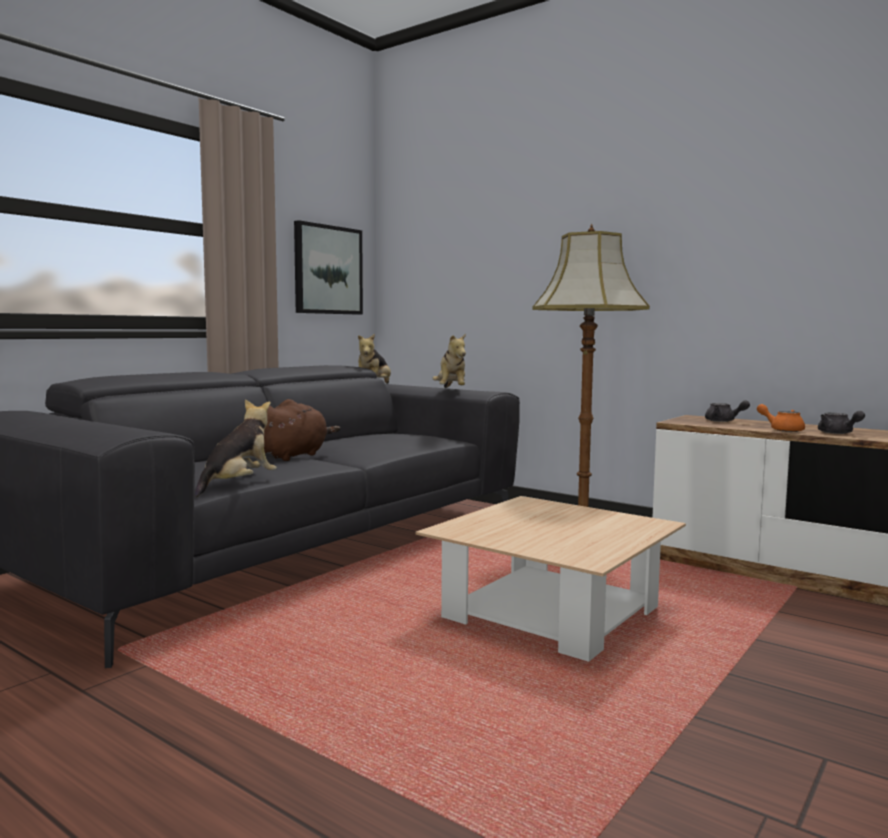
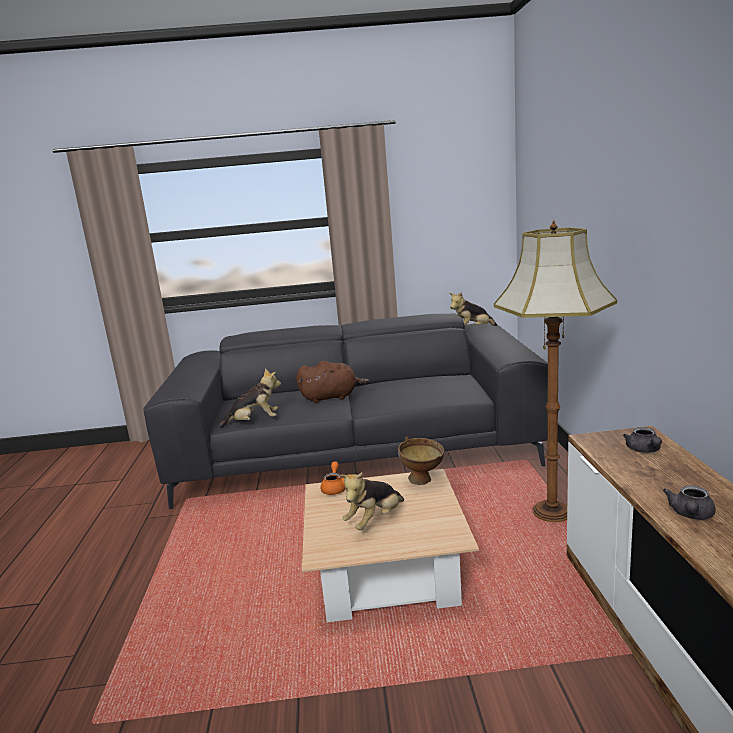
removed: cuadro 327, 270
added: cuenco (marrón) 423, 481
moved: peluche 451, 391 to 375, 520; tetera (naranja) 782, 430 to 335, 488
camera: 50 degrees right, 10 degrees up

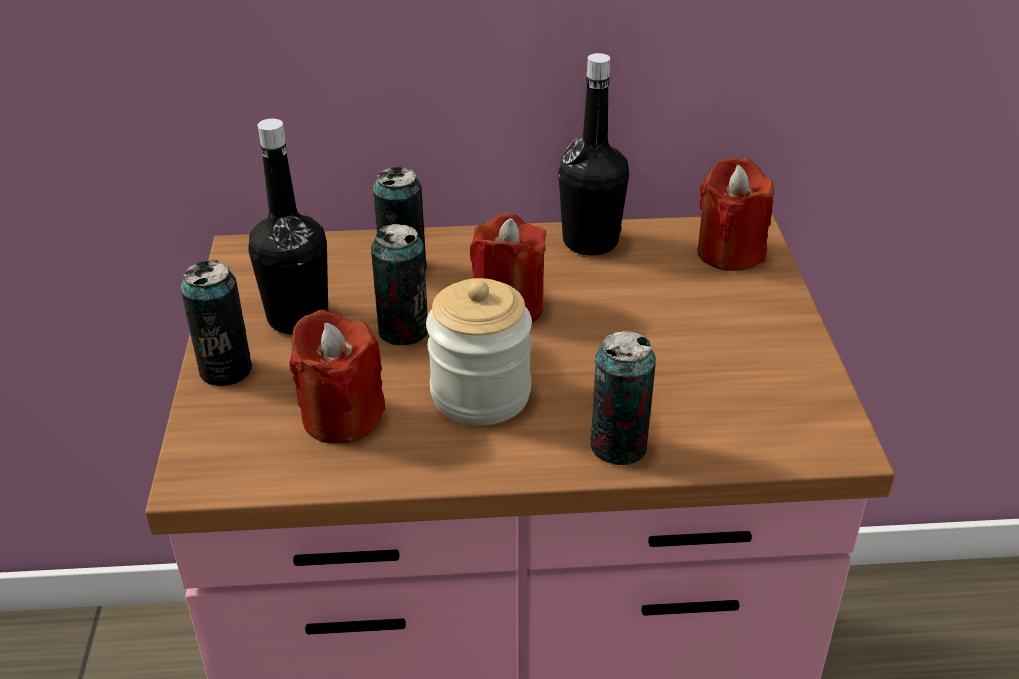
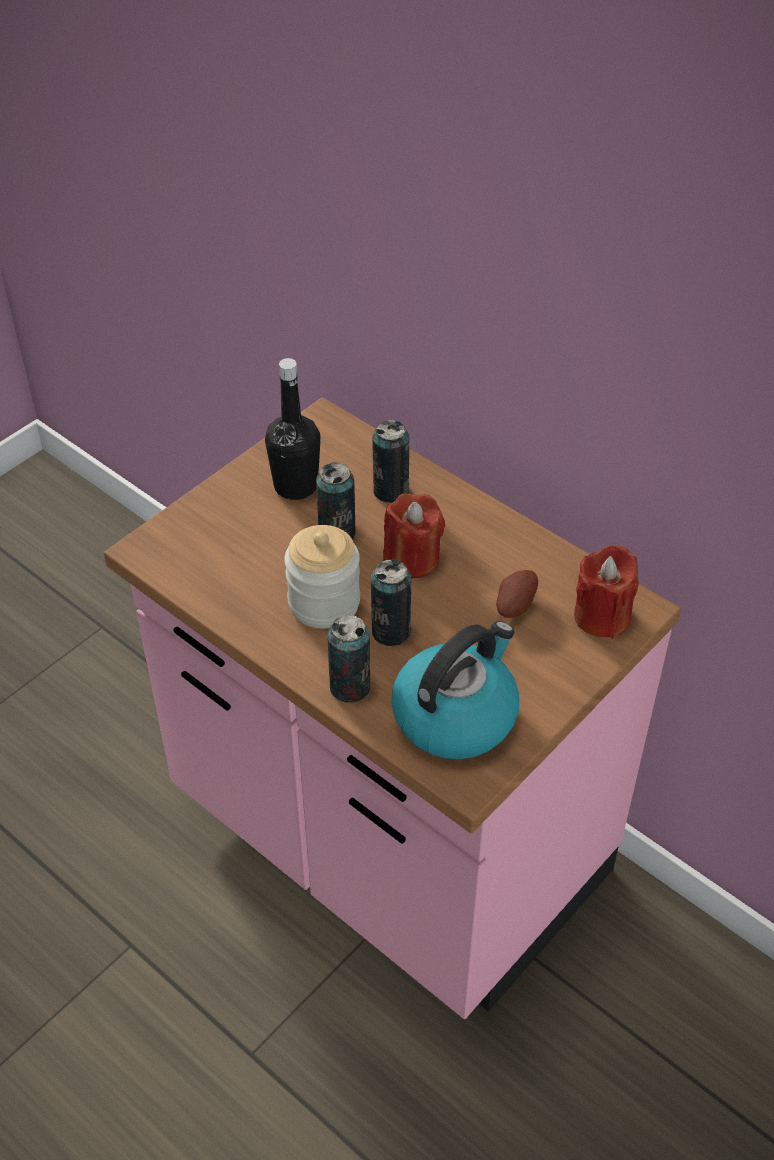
removed: vela (rojo) 342, 417; botella (negro) 590, 242
added: hervidor 455, 715; patata 514, 605
moved: lata 225, 370 to 391, 631
camera: 45 degrees right, 10 degrees up

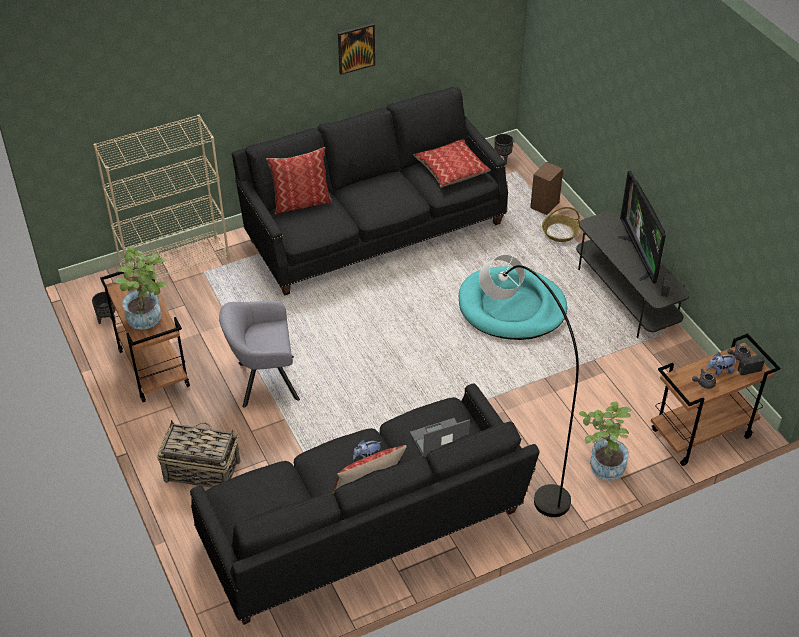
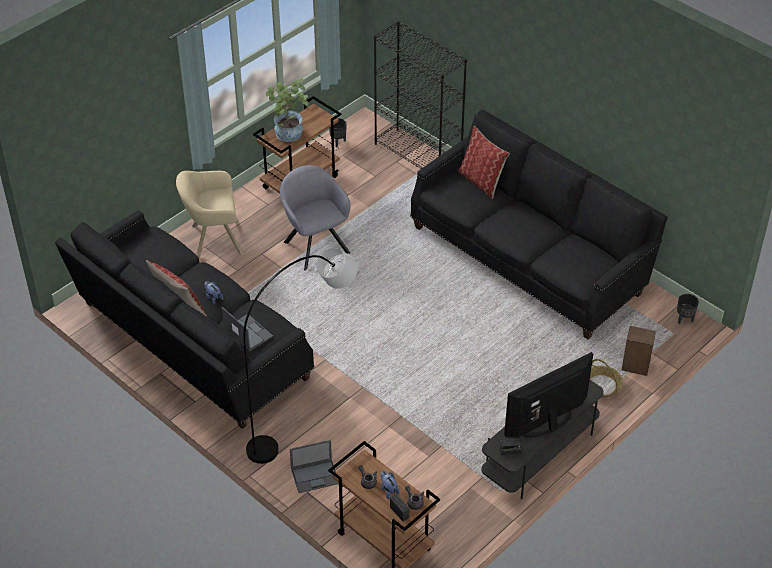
removed: cuadro 356, 48; cojín 451, 169; cama para perro (turquesa) 511, 307
replaced: cesta 201, 470 to sillón (beis) 213, 240; planta en maceta 601, 465 to portátil 315, 476
recoloured: estantería (beis) 175, 263 to estantería (negro) 418, 156
camera: 70 degrees right, 0 degrees up

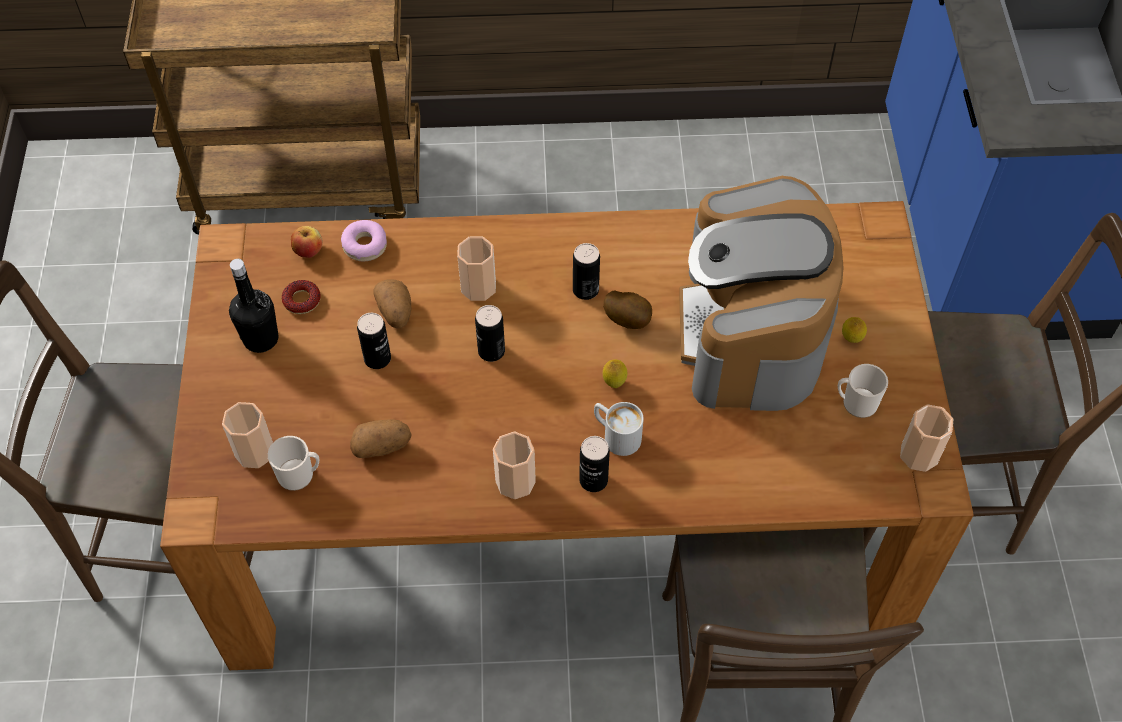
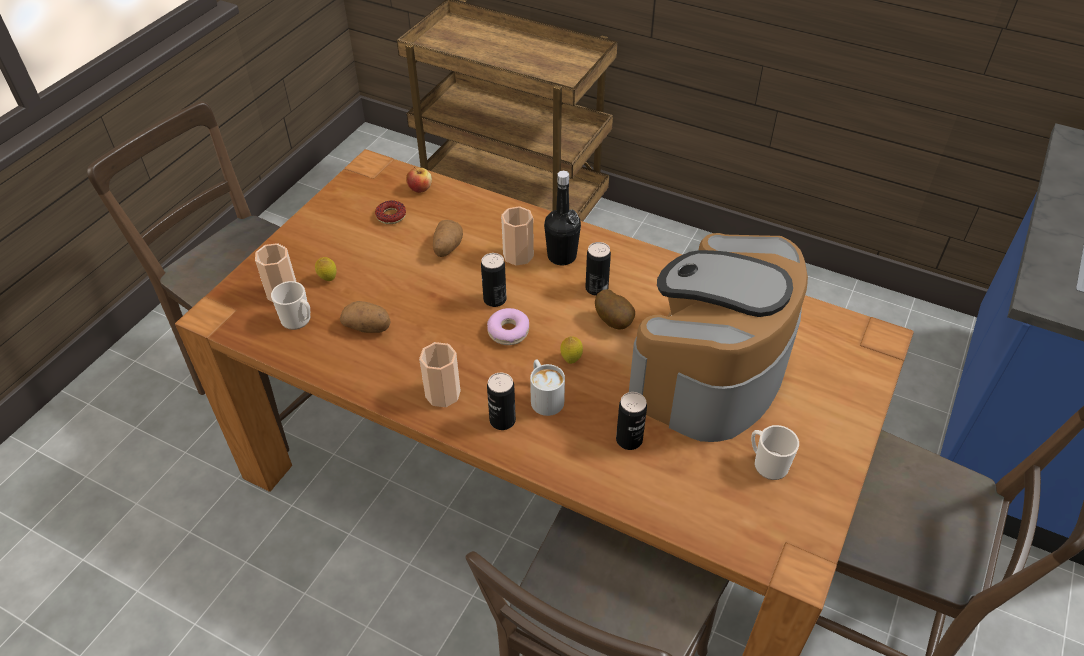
removed: taza 919, 454
moved: botella (negro) 261, 339 to 562, 256; rosquilla 365, 245 to 508, 331; lata 377, 358 to 629, 440; limón 851, 339 to 328, 279
camera: 30 degrees right, 10 degrees down

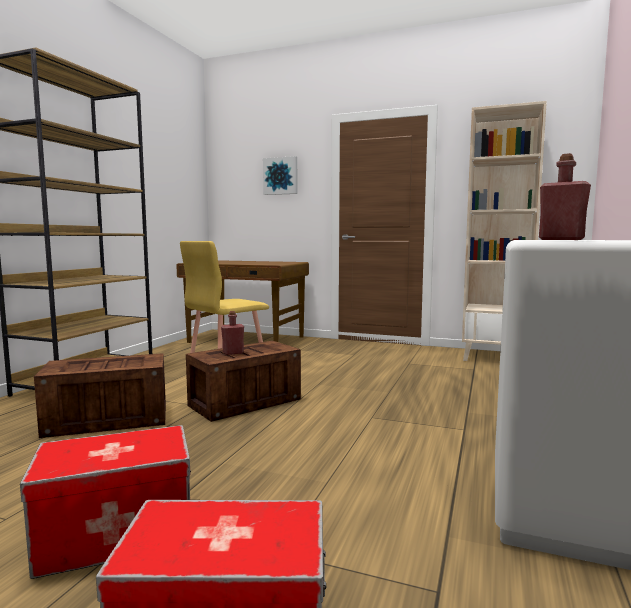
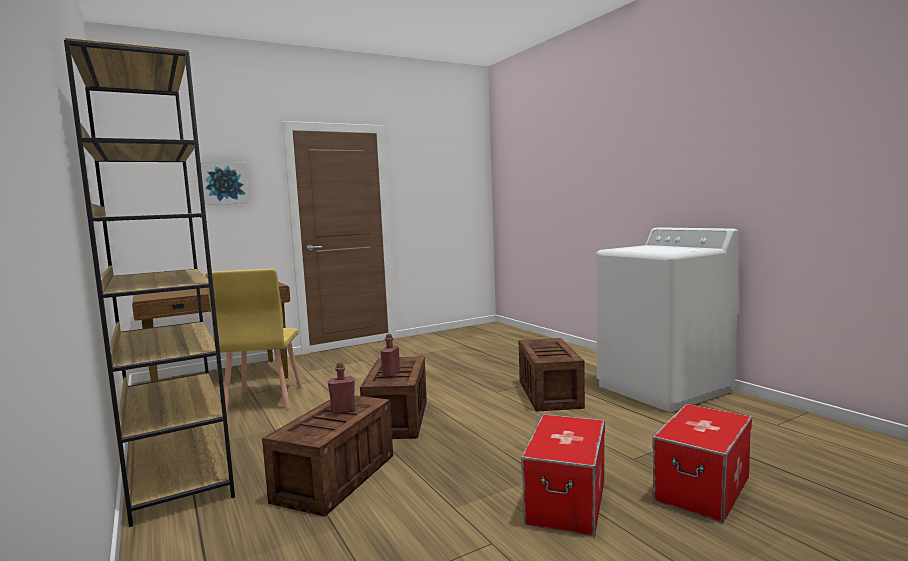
removed: estantería (beis) 495, 357
added: caja de embalaje 548, 393
moved: botella (rojo) 561, 240 to 343, 410
camera: 50 degrees left, 0 degrees up

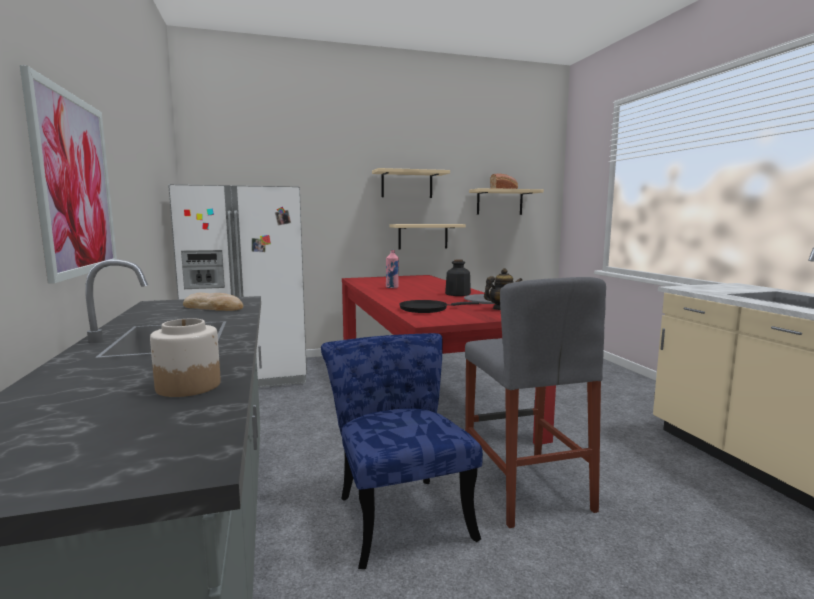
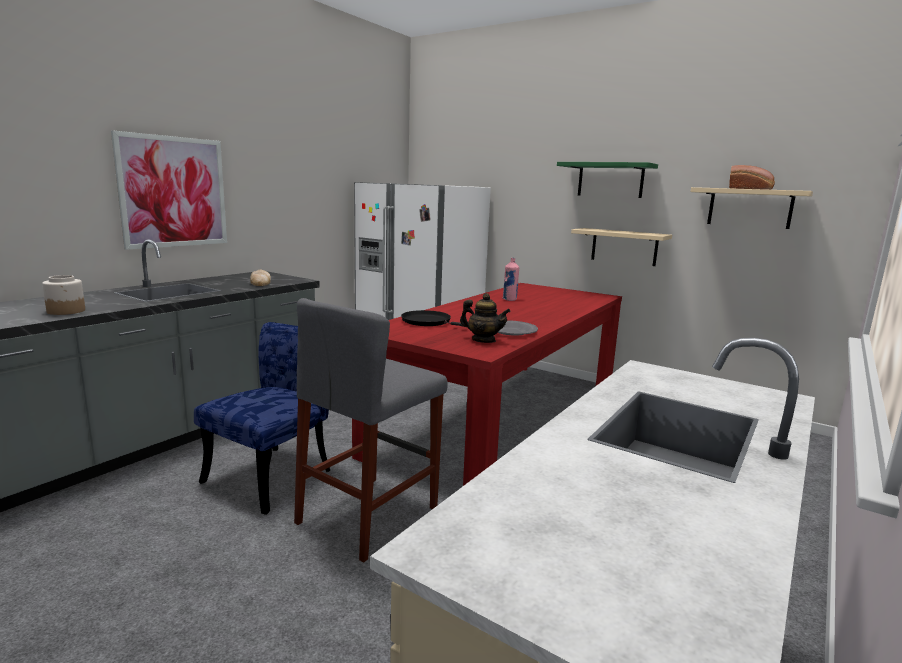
removed: botella 457, 294
recoloured: estante (beis) 407, 184 to estante (verde) 610, 180
camera: 50 degrees right, 5 degrees up

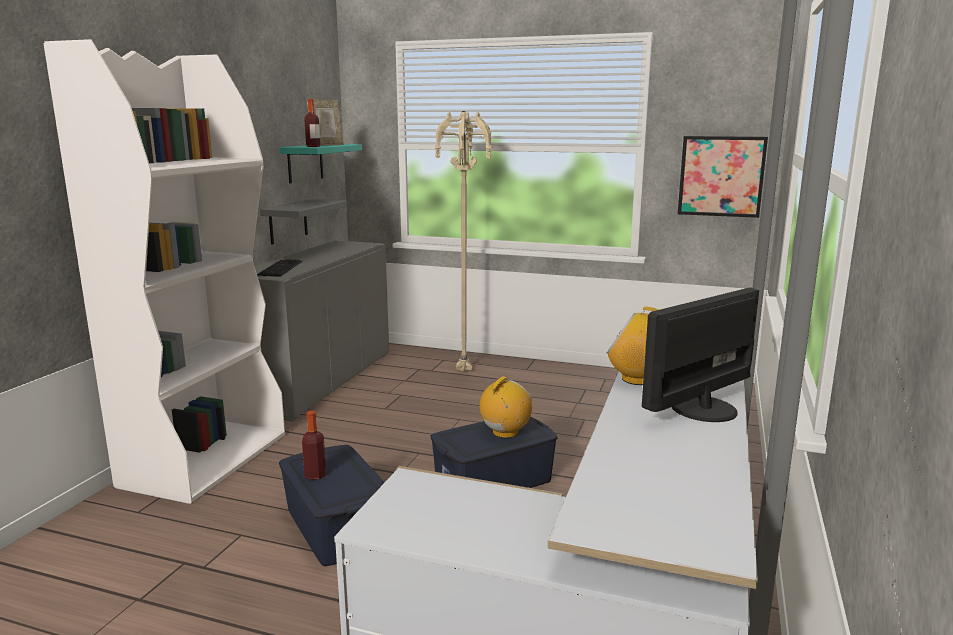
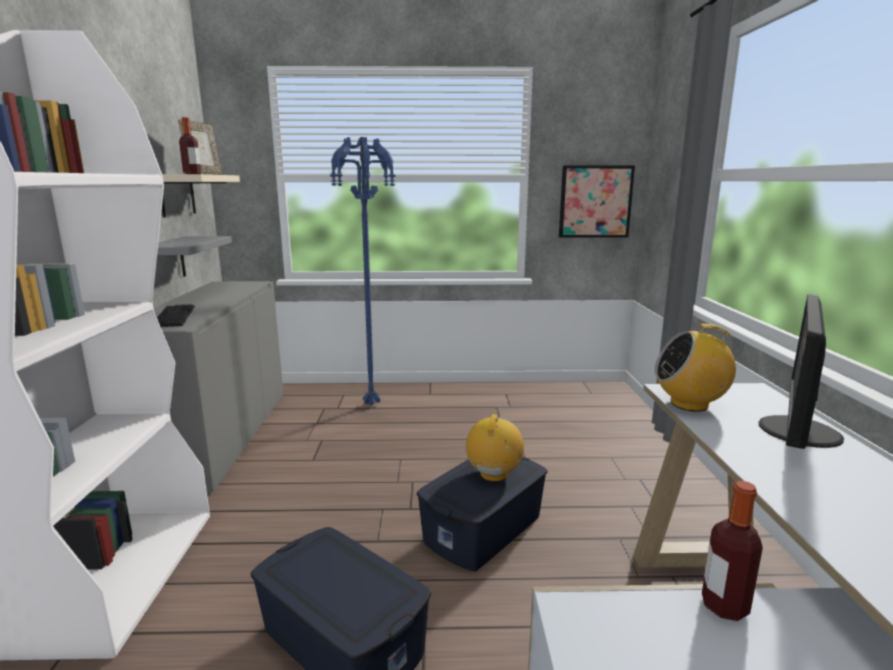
moved: botella 315, 475 to 724, 606
recoloured: estante (turquesa) 305, 163 to estante (beis) 177, 195; lámpara de pie (beis) 465, 372 to lámpara de pie (azul) 373, 404
camera: 20 degrees left, 0 degrees up

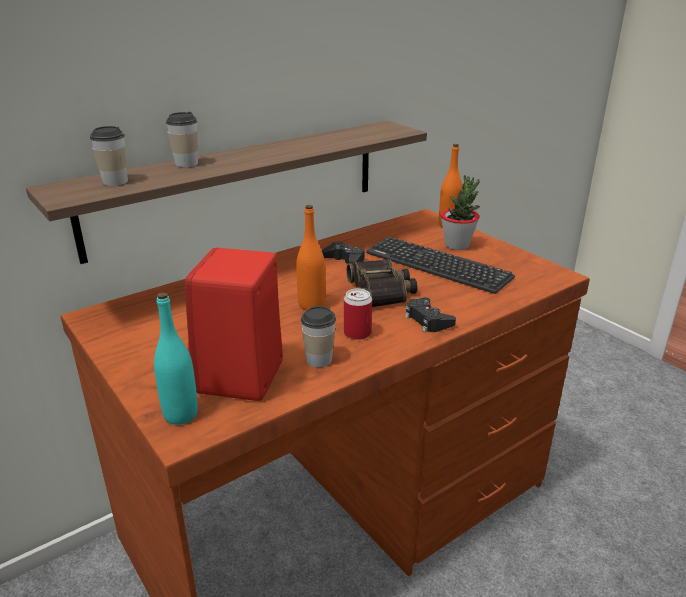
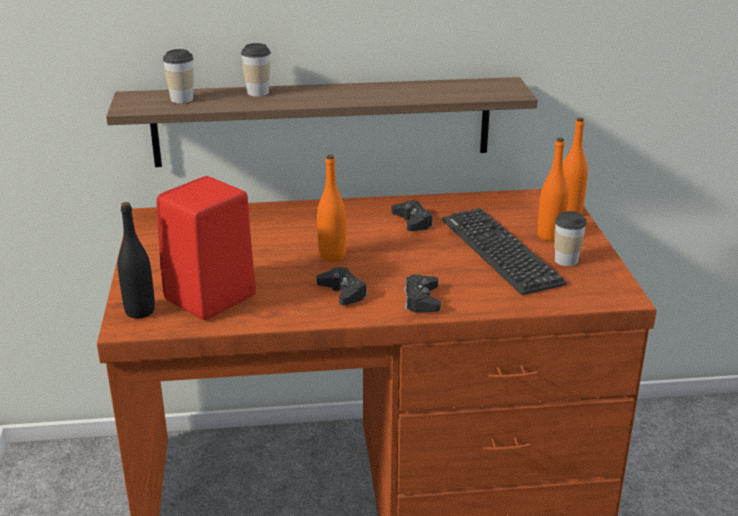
removed: prismáticos 382, 291
moved: taza 319, 360 to 566, 260
replaced: lata 357, 333 to mando de consola (negro) 343, 292; planta en maceta 457, 245 to botella (naranja) 550, 236
recoloured: botella (turquesa) 180, 414 to botella (negro) 140, 311
camera: 30 degrees right, 0 degrees up

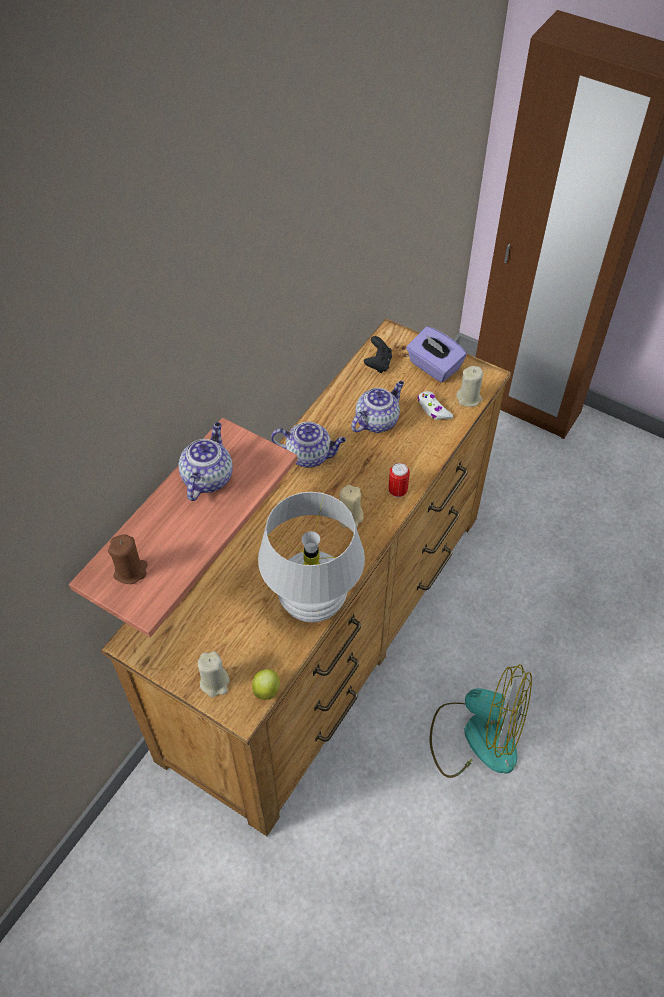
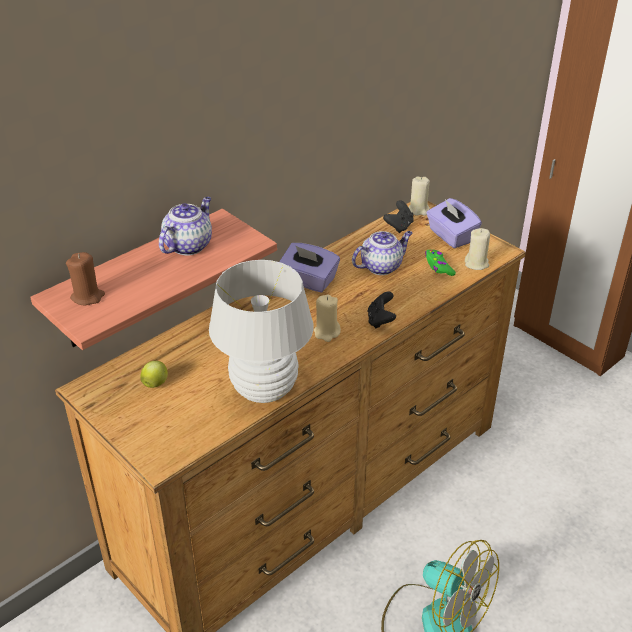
moved: vela (beis) 215, 682 to 419, 210; manzana 266, 689 to 155, 383
replaced: tetera 310, 455 to caja de pañuelos (morado) 308, 281; lata 397, 491 to mando de consola (negro) 380, 320
recoloured: mando de consola (blanco) 433, 409 to mando de consola (verde) 438, 266
camera: 15 degrees right, 15 degrees down

